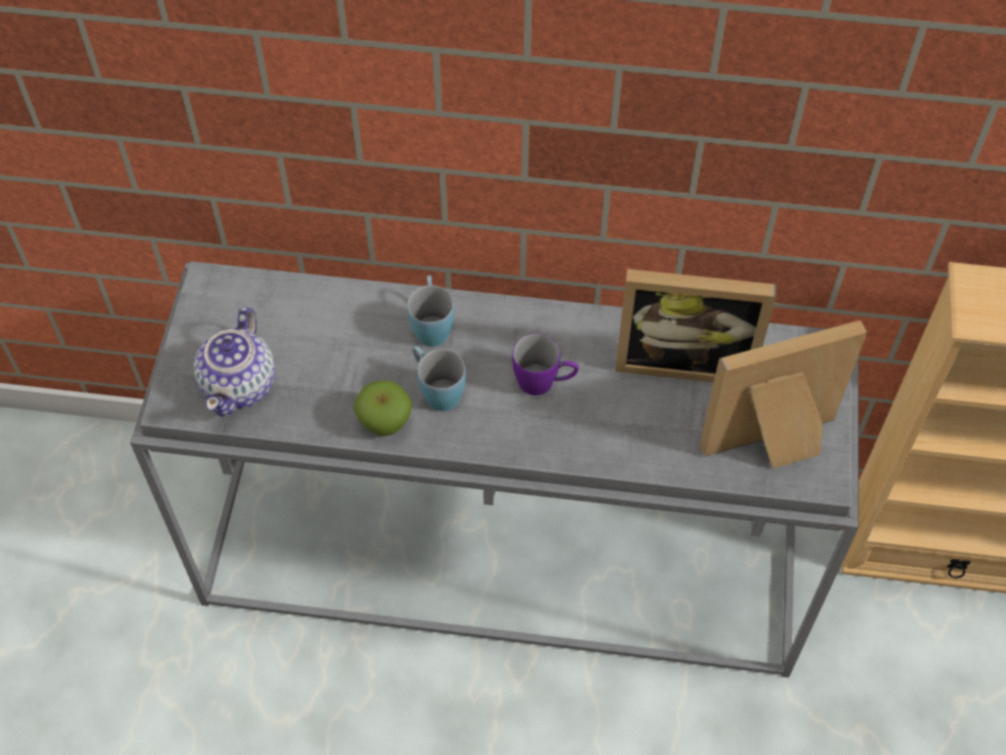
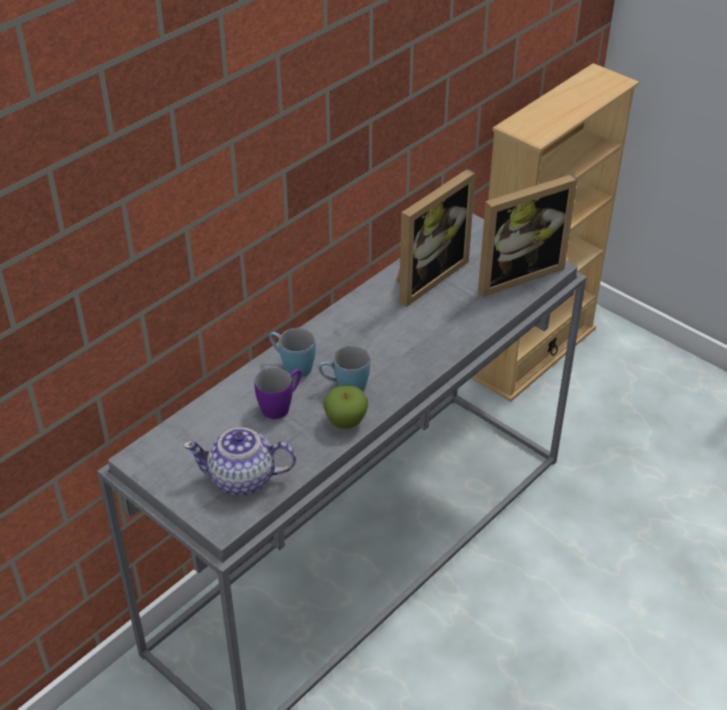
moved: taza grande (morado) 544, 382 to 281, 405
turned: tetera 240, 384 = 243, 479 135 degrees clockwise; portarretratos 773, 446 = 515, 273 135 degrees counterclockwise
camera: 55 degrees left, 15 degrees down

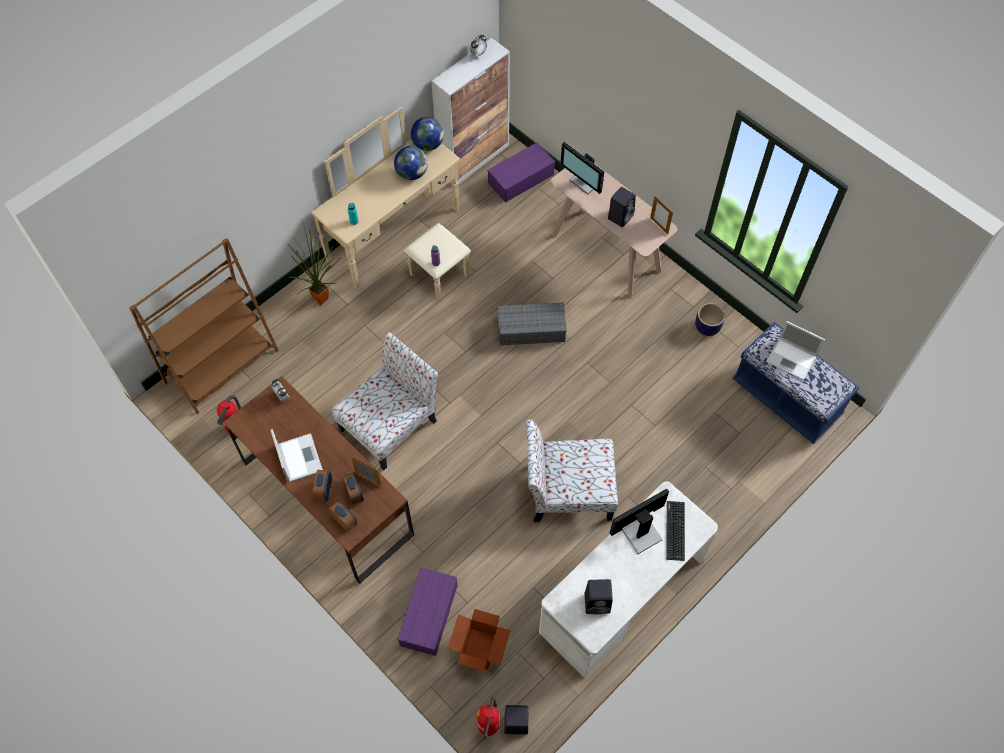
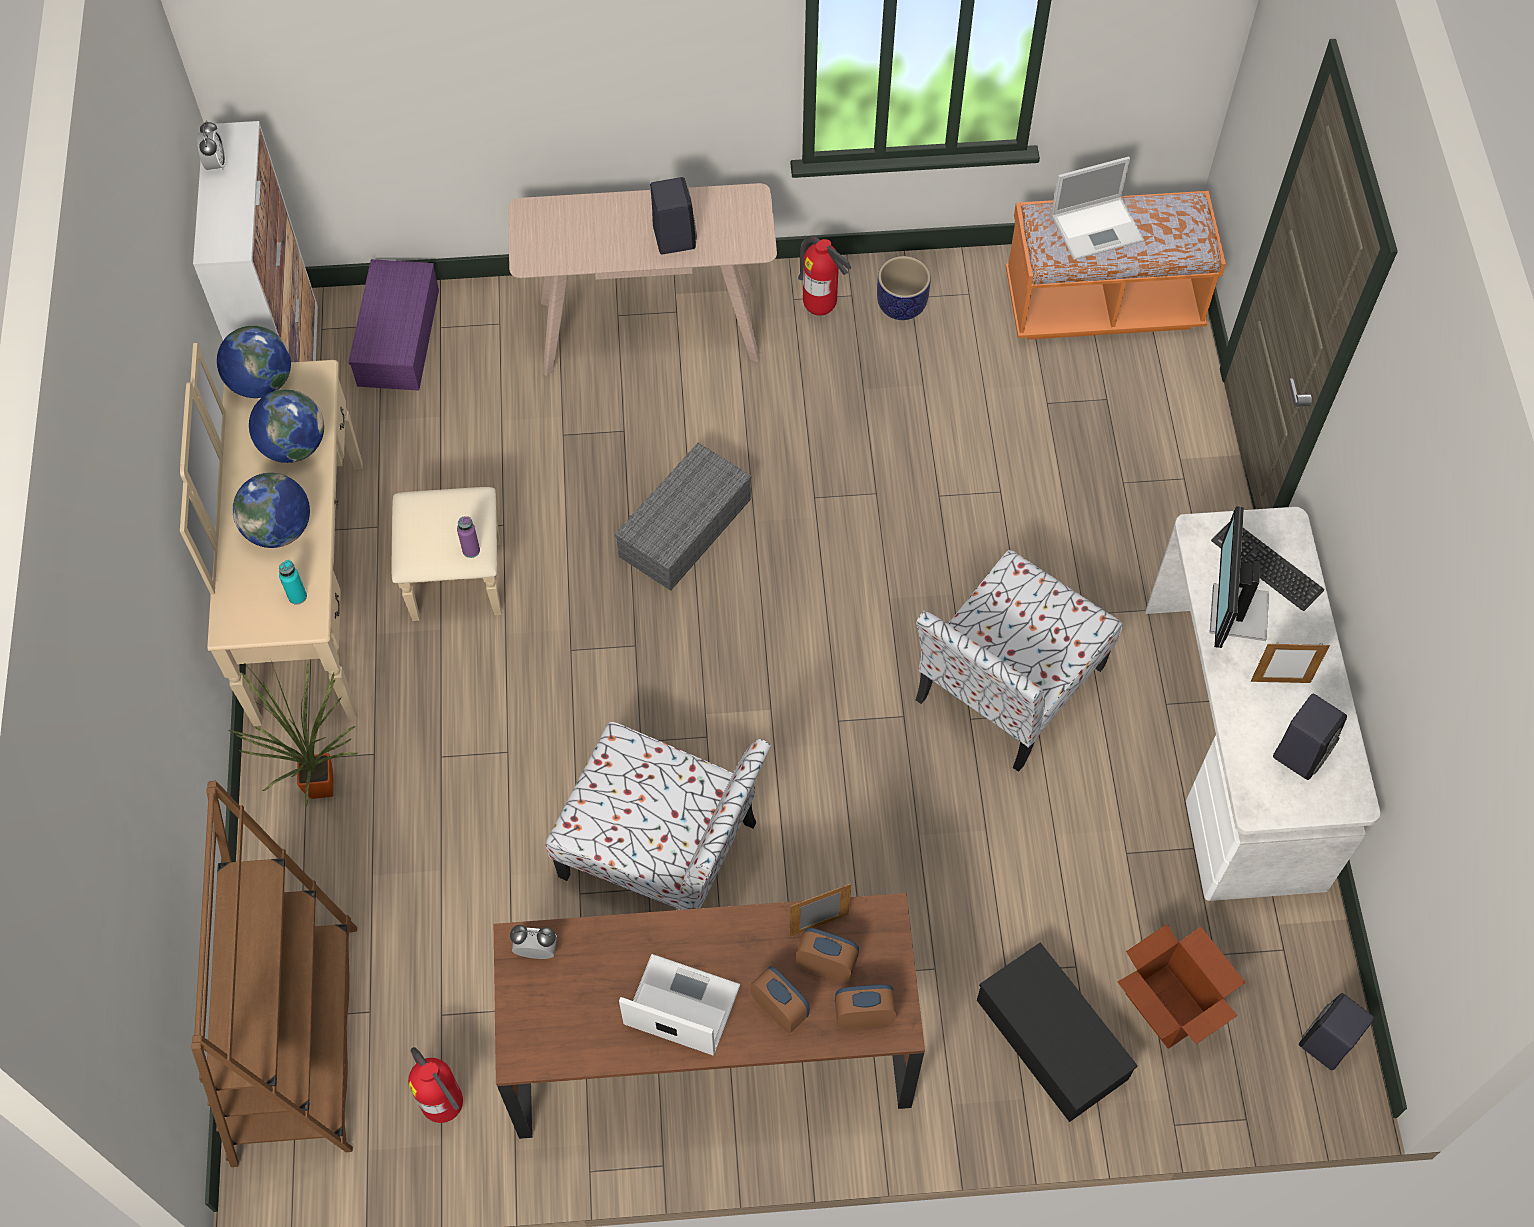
removed: monitor 586, 182
added: globo terráqueo 279, 530
moved: extintor 489, 727 to 820, 308; portarretratos 659, 226 to 1280, 681
recoloured: caja de almacenaje (morado) 429, 616 to caja de almacenaje (negro) 1054, 1040; banco (azul) 786, 398 to banco (naranja) 1103, 304
turned: silla 390, 424 = 663, 851 120 degrees clockwise
camera: 50 degrees left, 0 degrees up

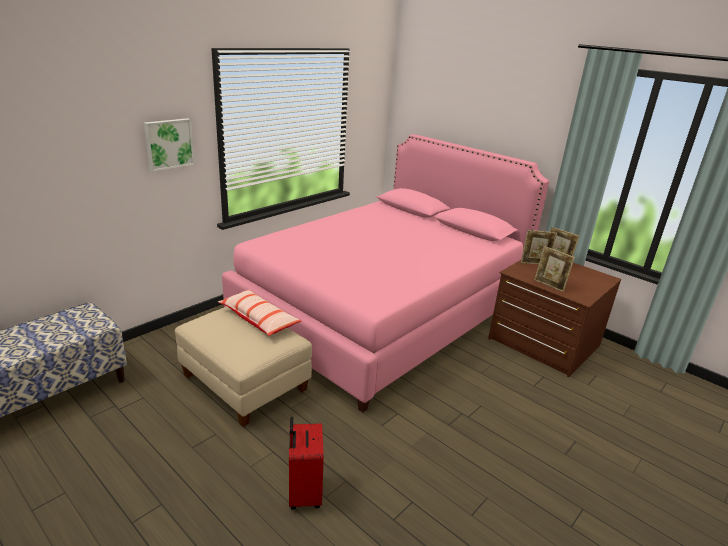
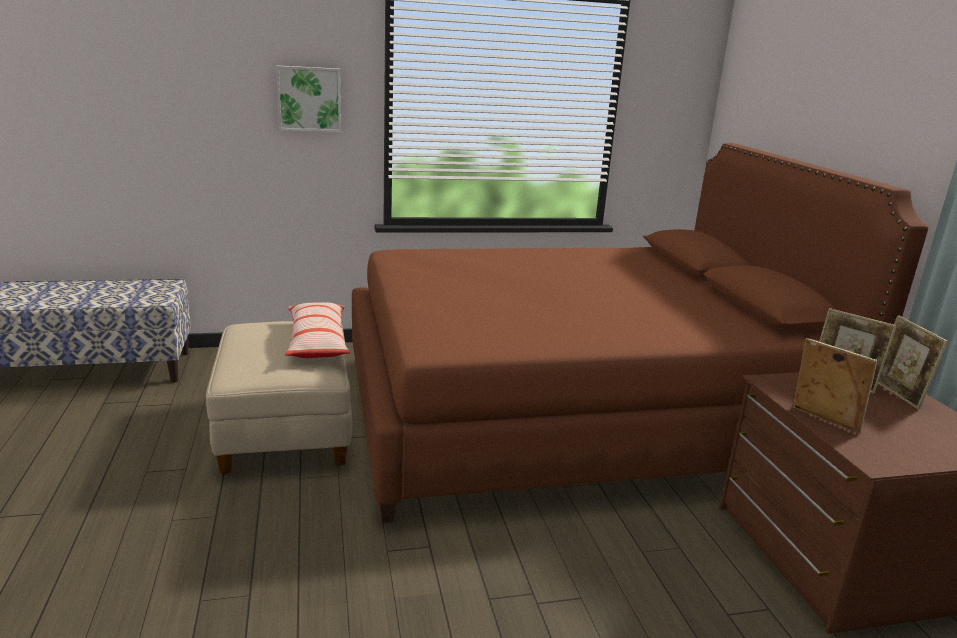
removed: maleta (rojo) 303, 493
recoloured: cama (rosa) 381, 312 to cama (marrón) 572, 412
turned: portarretratos 549, 285 = 823, 421 150 degrees clockwise
camera: 35 degrees right, 5 degrees down

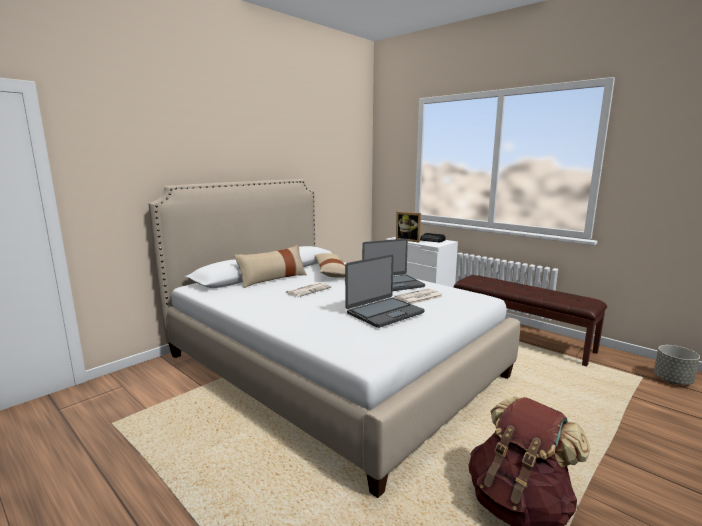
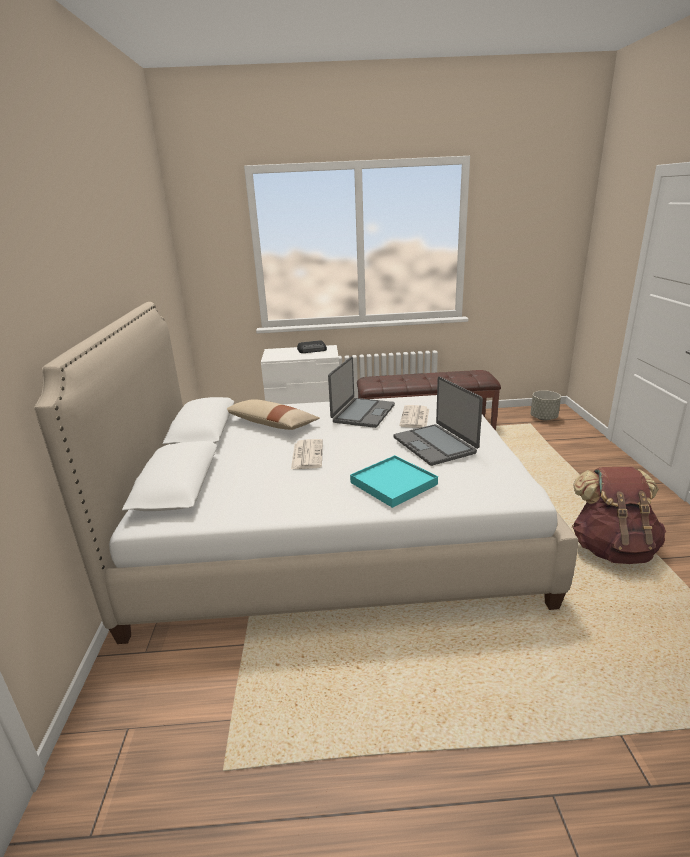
removed: cojín (beis) 273, 279; portarretratos 409, 240
added: bandeja (turquesa) 393, 483
turned: portátil 384, 312 = 435, 445 150 degrees clockwise
camera: 45 degrees left, 10 degrees up

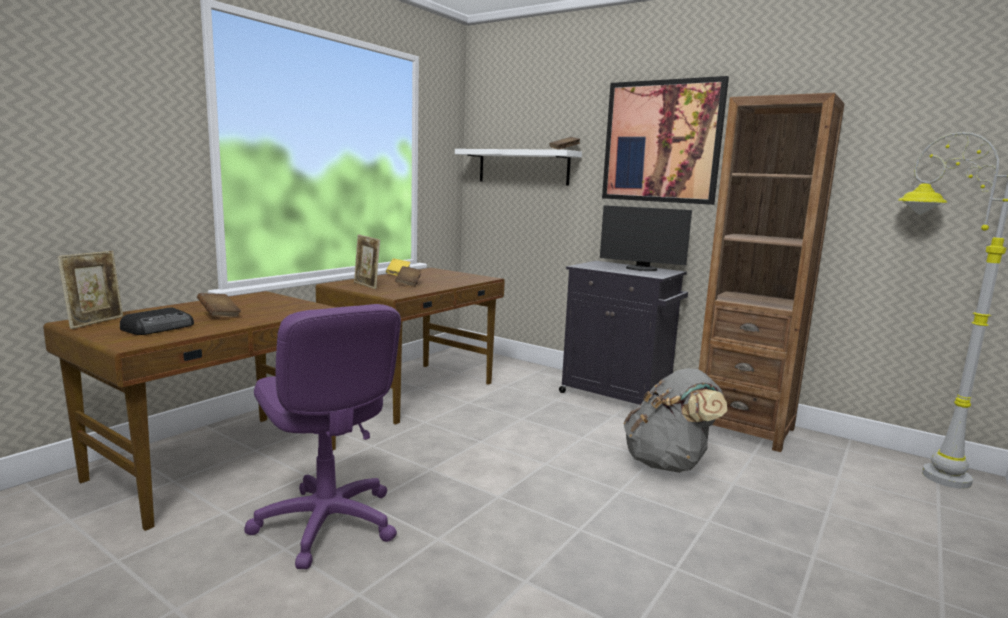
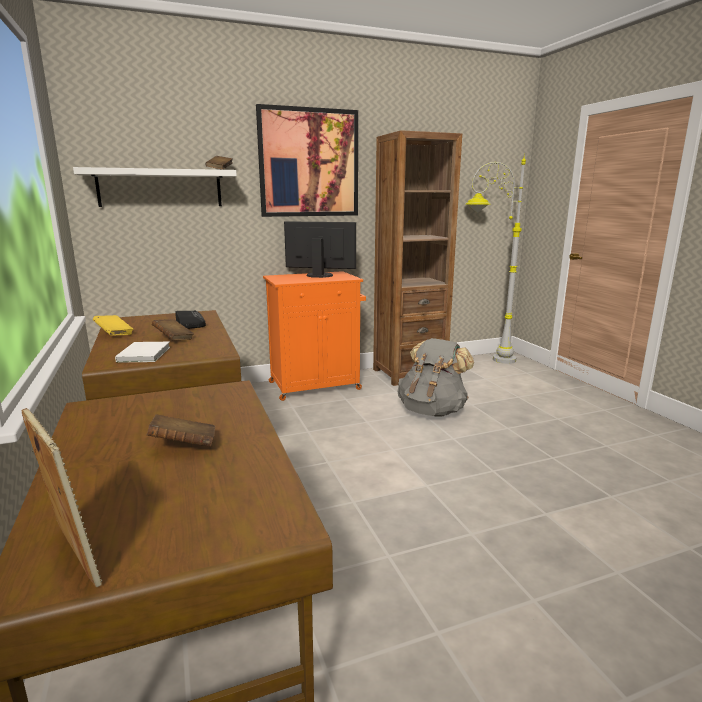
removed: silla de oficina (morado) 326, 523
moved: radio 160, 327 to 189, 323
replaced: portarretratos 366, 285 to libro (blanco) 145, 354
recoloured: armario (negro) 617, 396 to armario (naranja) 316, 385
turned: monitor 641, 269 = 320, 275 135 degrees counterclockwise
camera: 55 degrees left, 5 degrees up

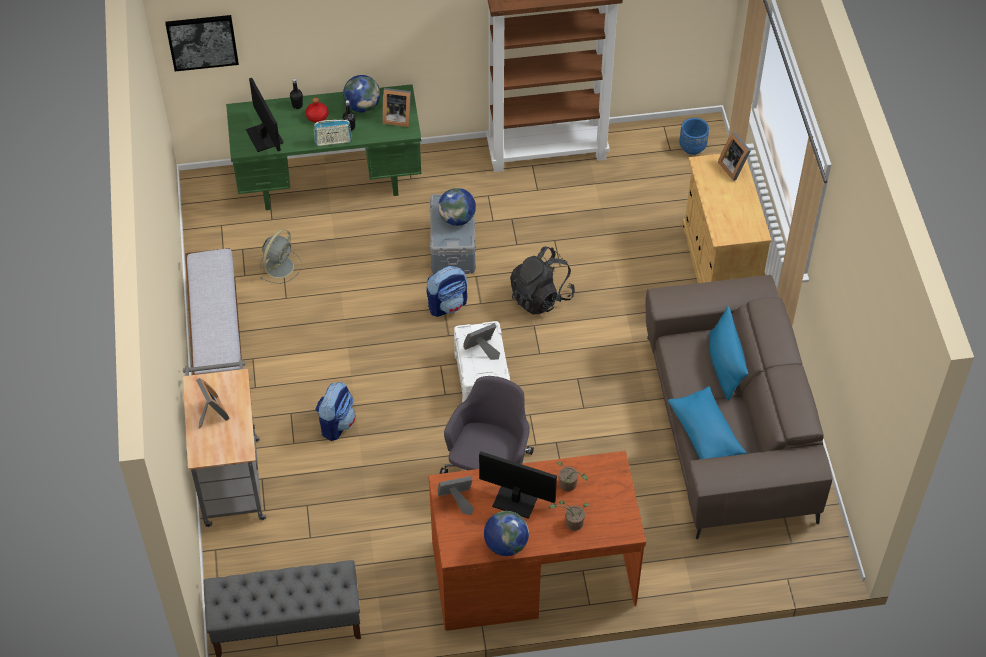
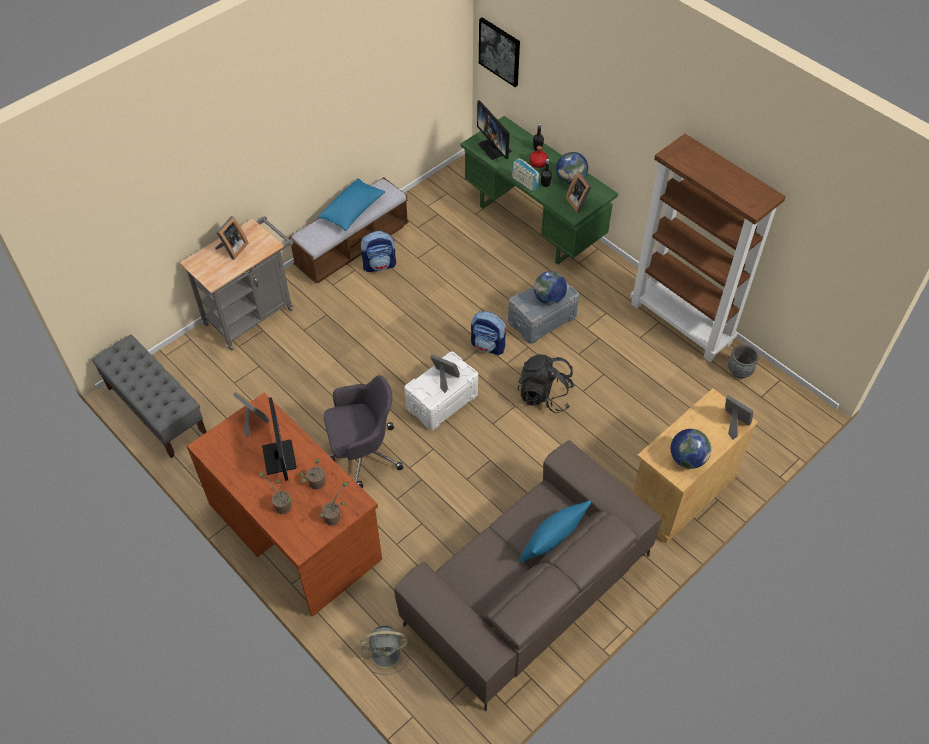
removed: maceta (azul) 692, 147
added: planta en maceta 334, 517; maceta (gris) 739, 371
moved: ventilador (gris) 280, 266 to 387, 653; mochila 336, 423 to 379, 265; globo terráqueo 506, 544 to 687, 459; cojín (azul) 705, 433 to 352, 211
turned: monitor 264, 136 = 495, 148 120 degrees clockwise; portarretratos 734, 167 = 733, 424 105 degrees clockwise
camera: 55 degrees right, 0 degrees up

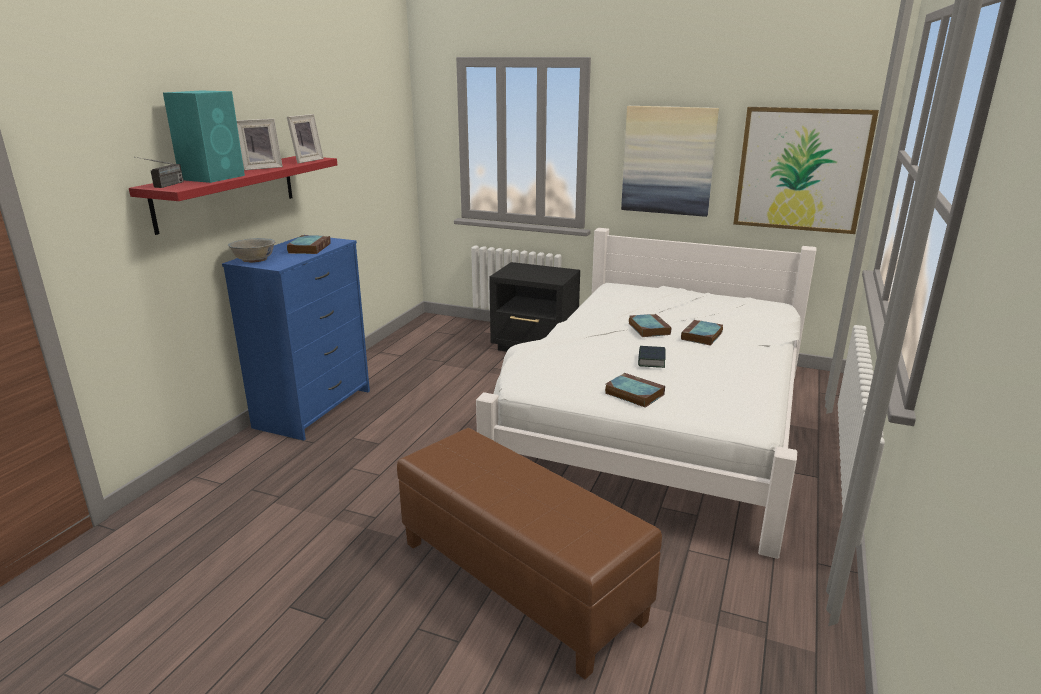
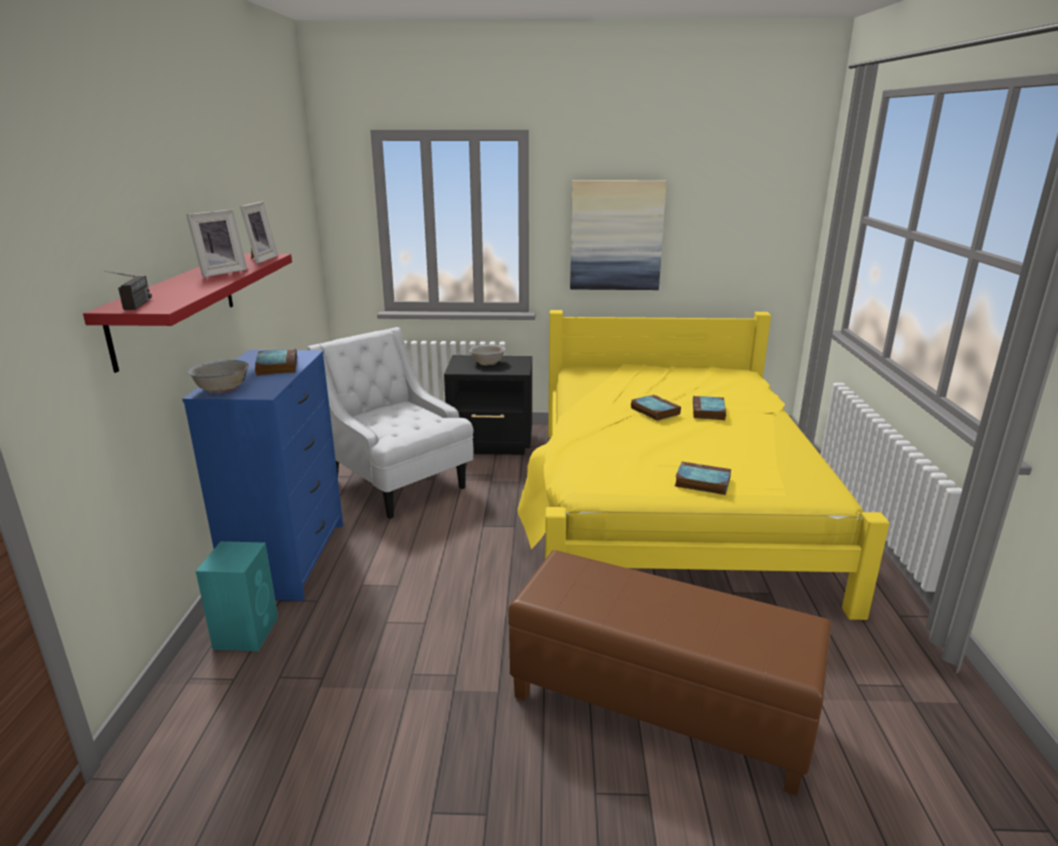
removed: libro 651, 360; cuadro 801, 170
added: sillón (blanco) 399, 484; cuenco (blanco) 488, 363
moved: altavoz (turquesa) 213, 177 to 247, 632
recoloured: cama (blanco) 657, 423 to cama (amarillo) 669, 506
camera: 20 degrees left, 0 degrees up

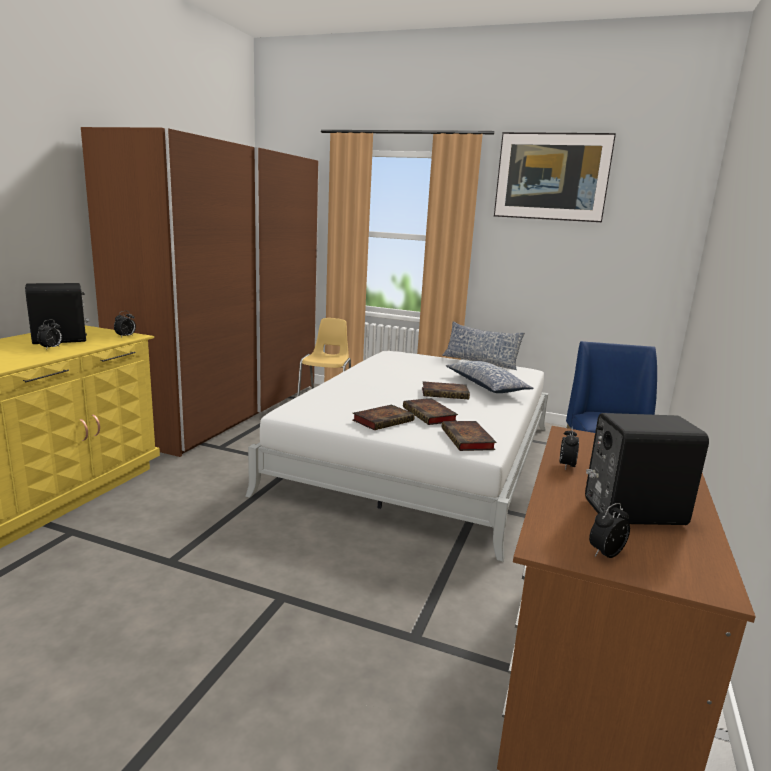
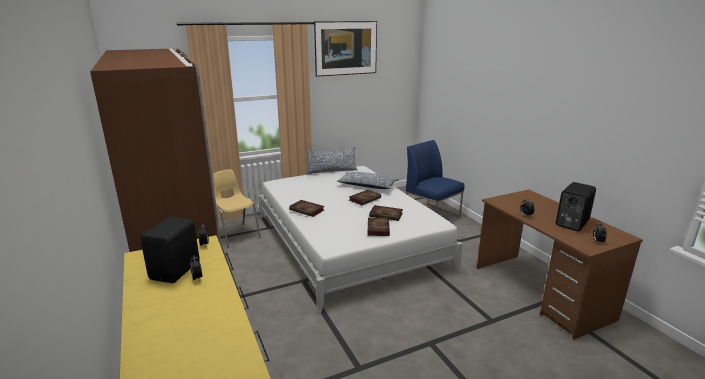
moved: libro 468, 440 to 307, 210
camera: 45 degrees left, 5 degrees up

